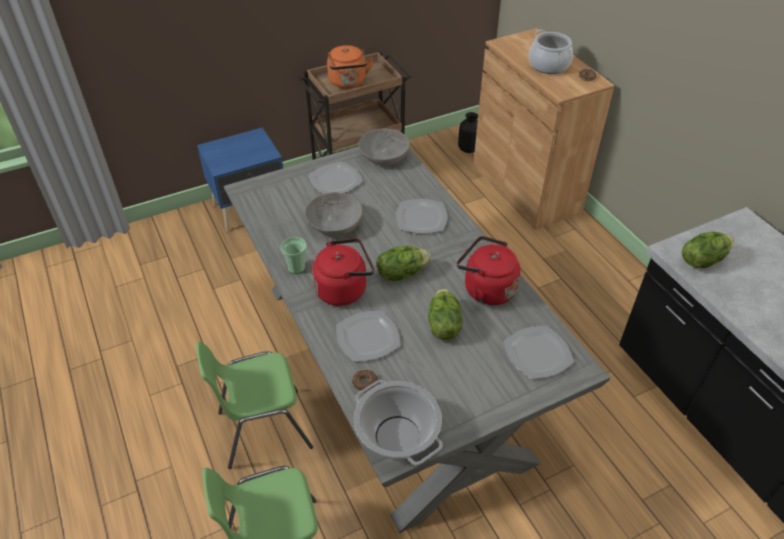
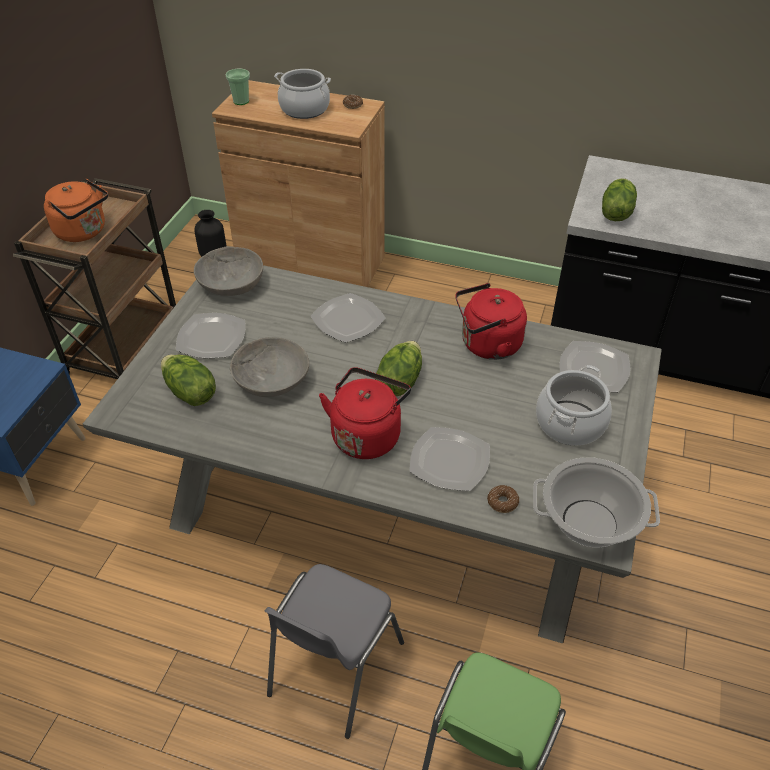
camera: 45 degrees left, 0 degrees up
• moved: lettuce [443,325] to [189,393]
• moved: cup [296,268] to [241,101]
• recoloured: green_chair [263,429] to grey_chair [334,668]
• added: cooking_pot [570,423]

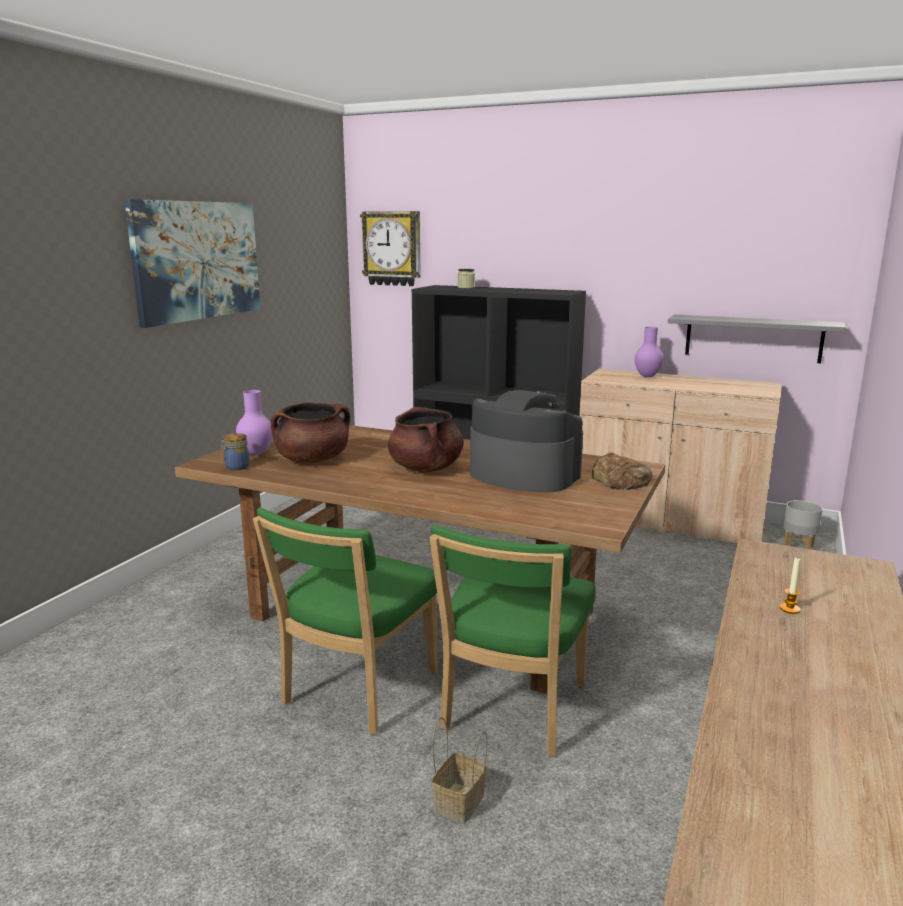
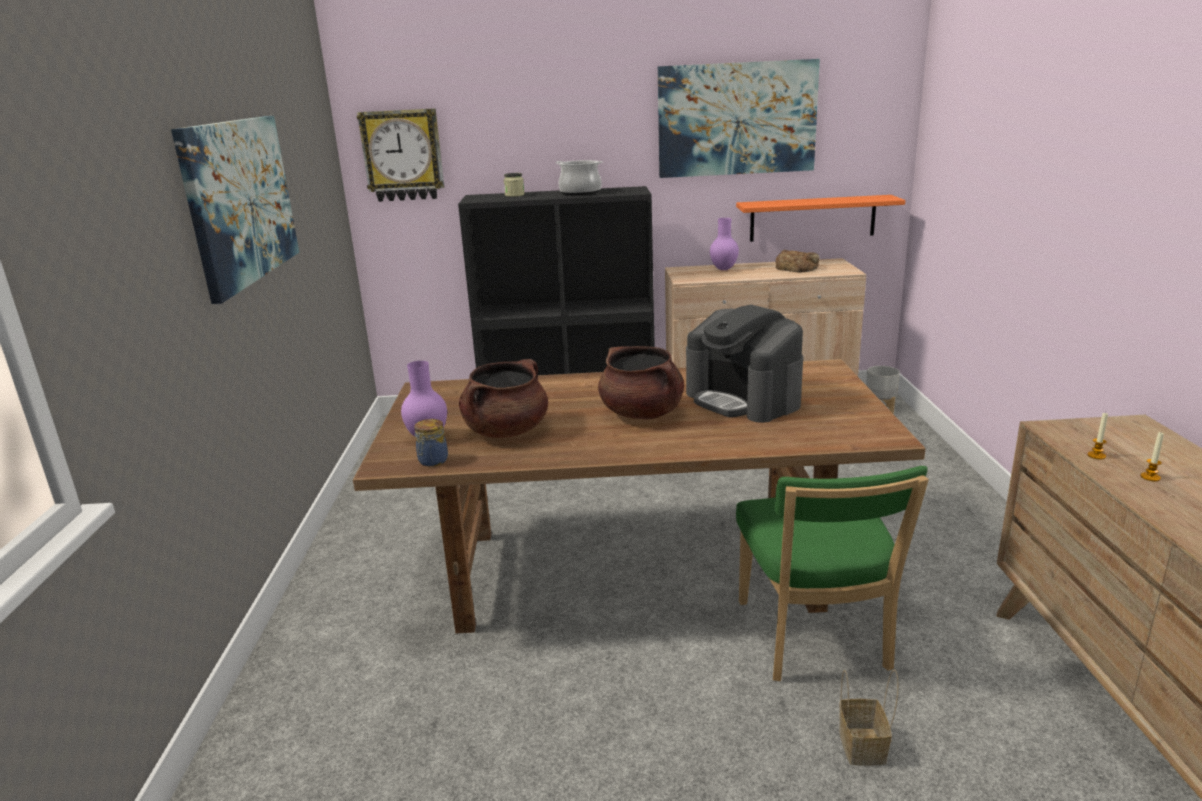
camera: 25 degrees left, 5 degrees up
• added: cooking_pot [580,193]
• added: picture [736,119]
• turned: coffee_machine [523,475] = [743,399] 135 degrees counterclockwise
• recoloured: grey_shelf [753,338] to orange_shelf [812,218]
• moved: bread [621,480] to [796,267]
• added: candle [1096,456]
• removed: green_chair [355,691]

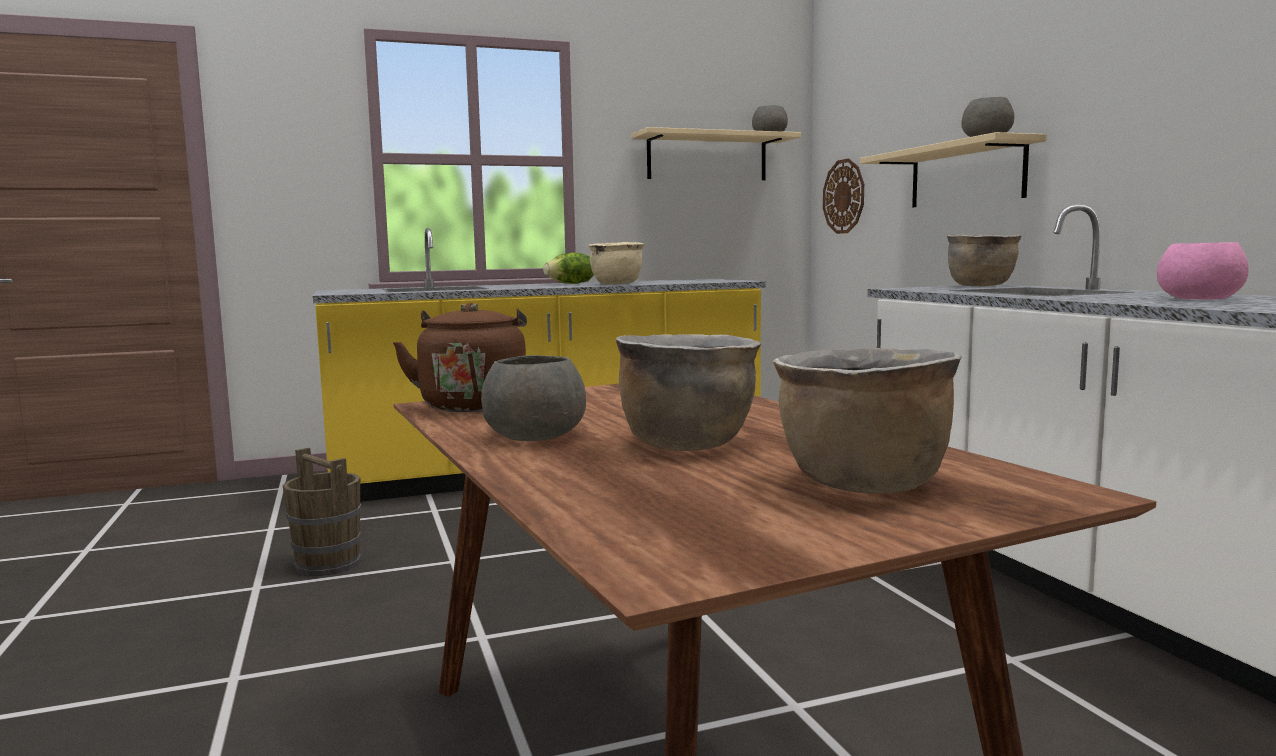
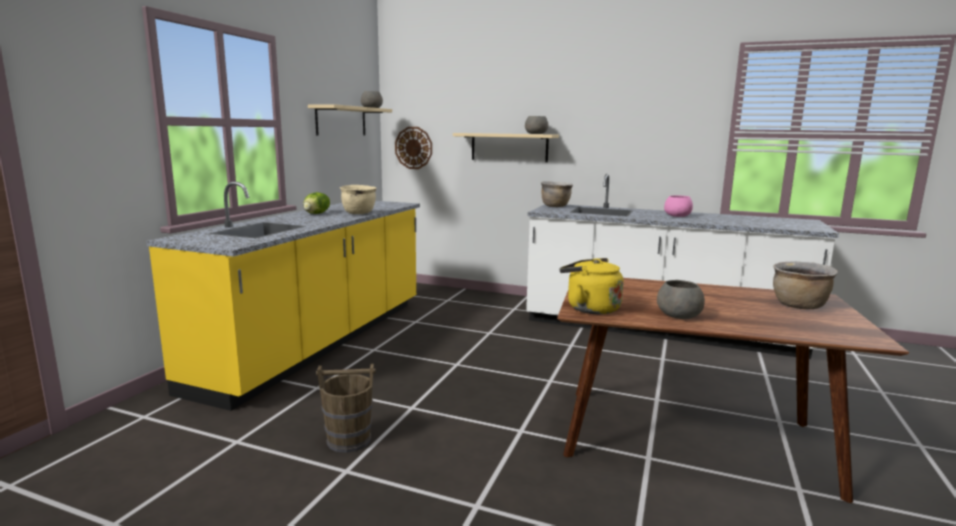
camera: 50 degrees left, 5 degrees up
• recoloured: brown_kettle [473,405] to yellow_kettle [589,308]
• removed: brown_cooking_pot [687,444]

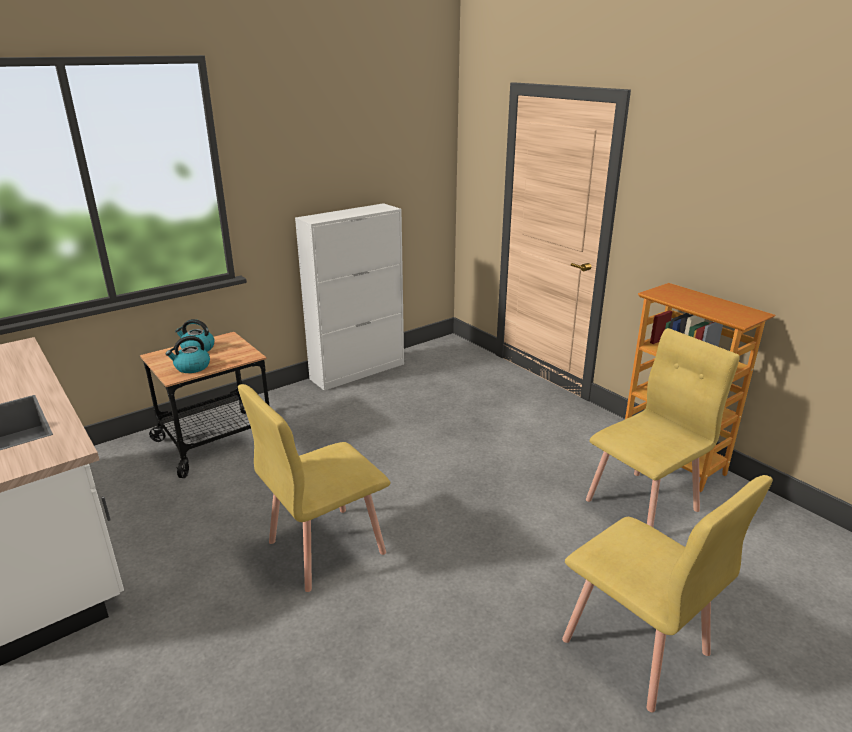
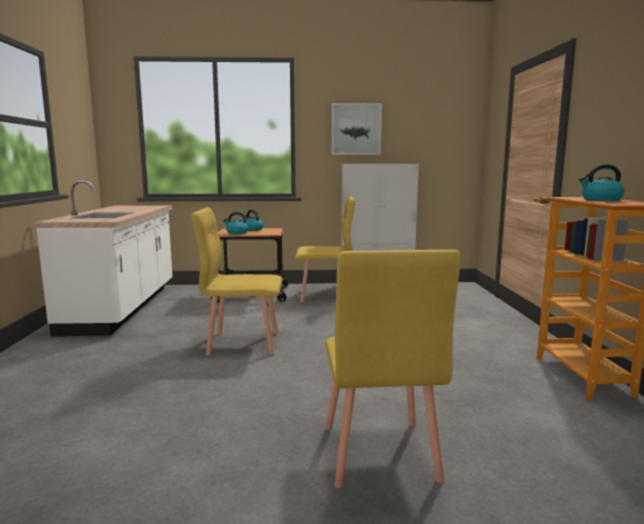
camera: 35 degrees right, 15 degrees down
• moved: yellow_chair [643,505] to [325,296]
• added: picture [356,129]
• added: kettle [600,200]

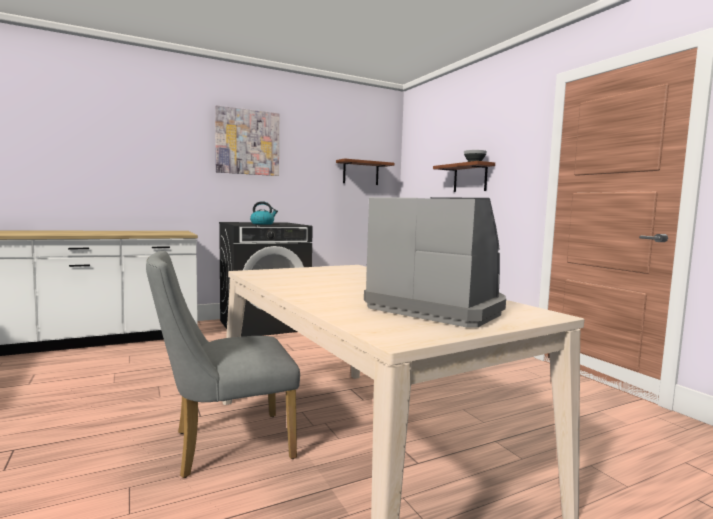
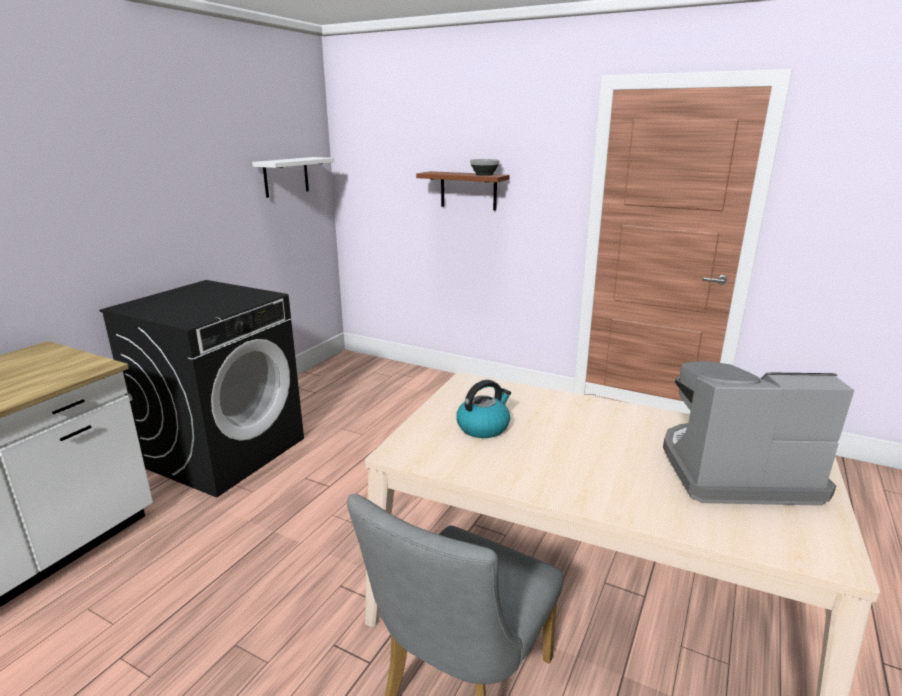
camera: 35 degrees left, 15 degrees up
• recoloured: brown_shelf [360,173] to white_shelf [286,177]
• moved: kettle [263,224] to [483,427]
• removed: picture [247,142]

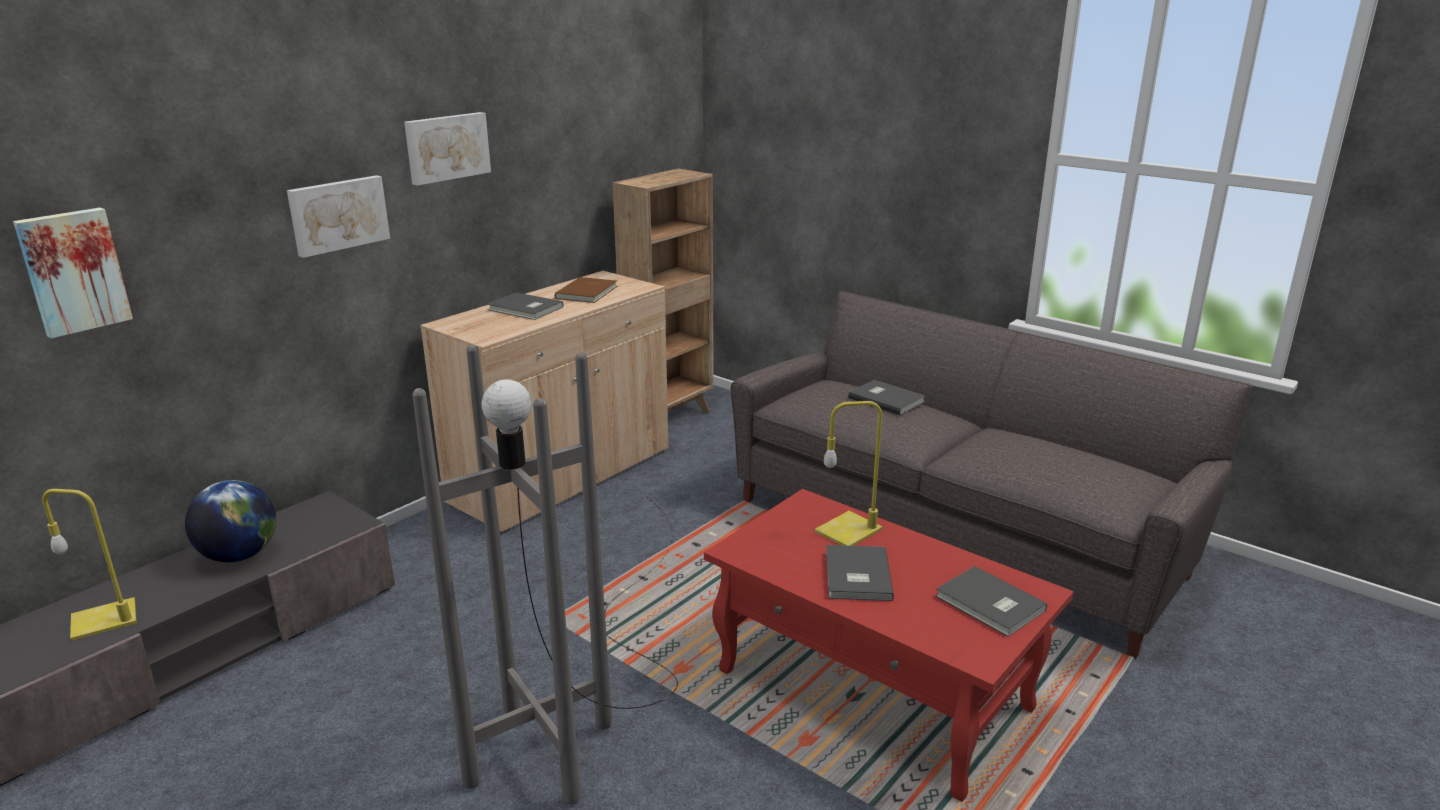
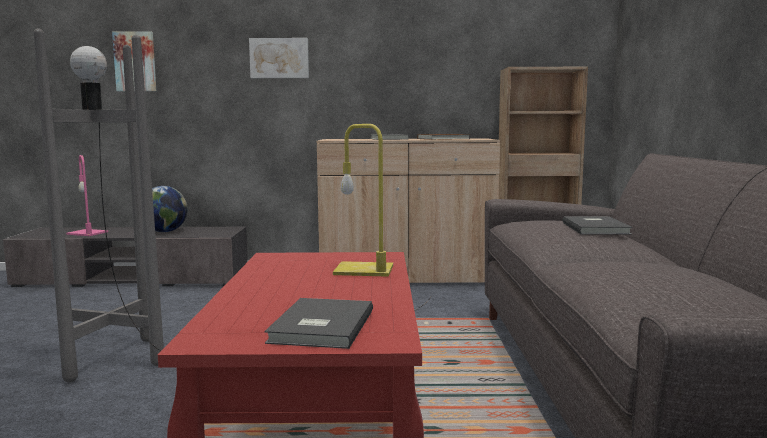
camera: 50 degrees right, 15 degrees down
• recoloured: yellow_table_lamp [106,618] to pink_table_lamp [88,233]
• removed: picture [446,147]
• removed: grey_book [855,576]

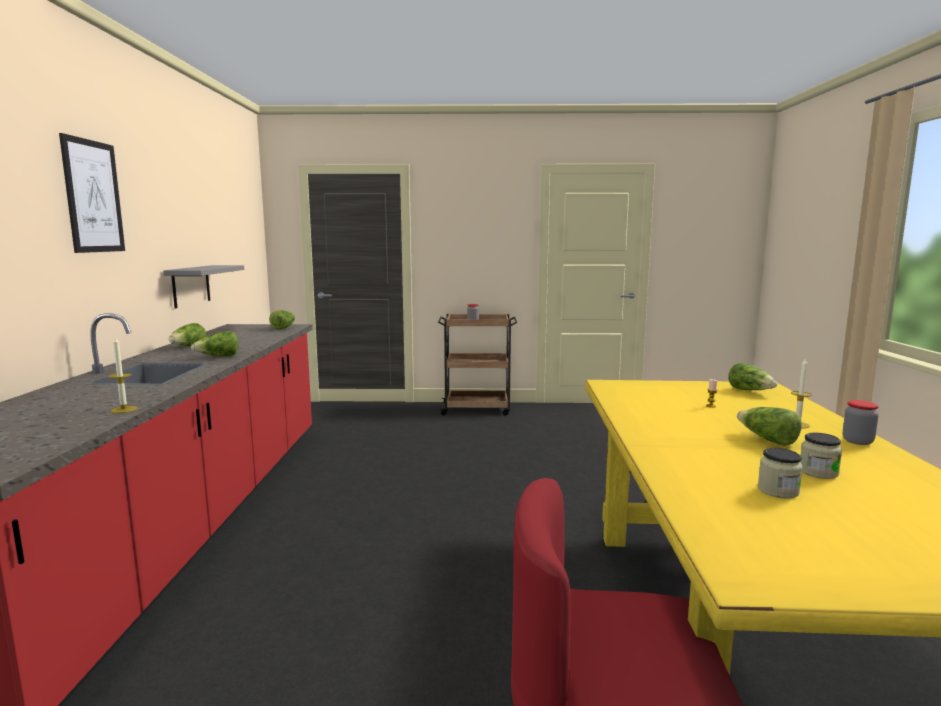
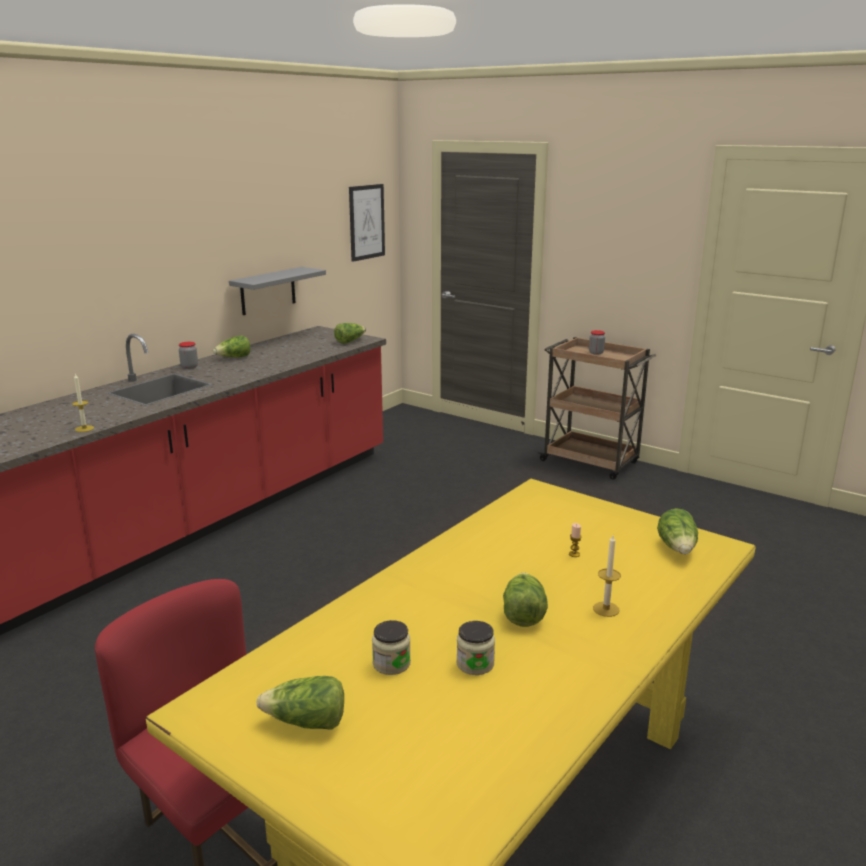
camera: 35 degrees right, 10 degrees up
• moved: jar [857,441] to [189,367]
• moved: lettuce [218,356] to [306,722]
• moved: picture [93,196] to [367,222]

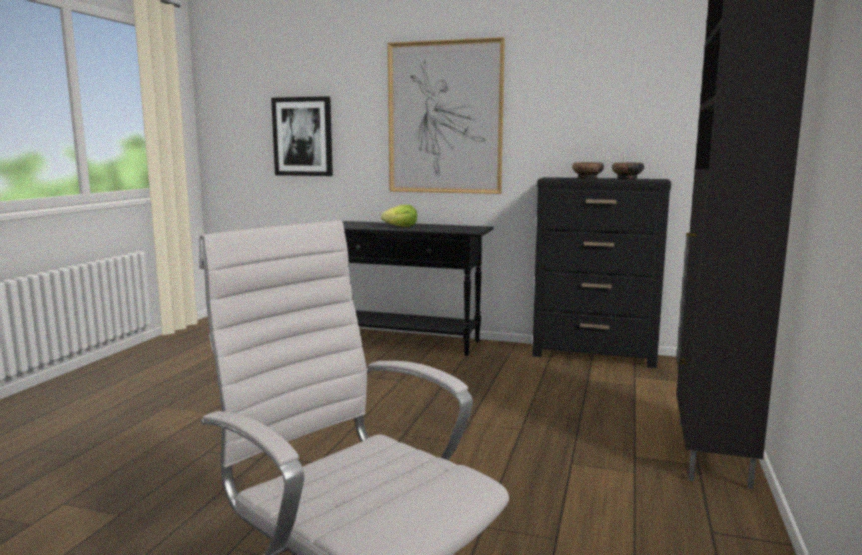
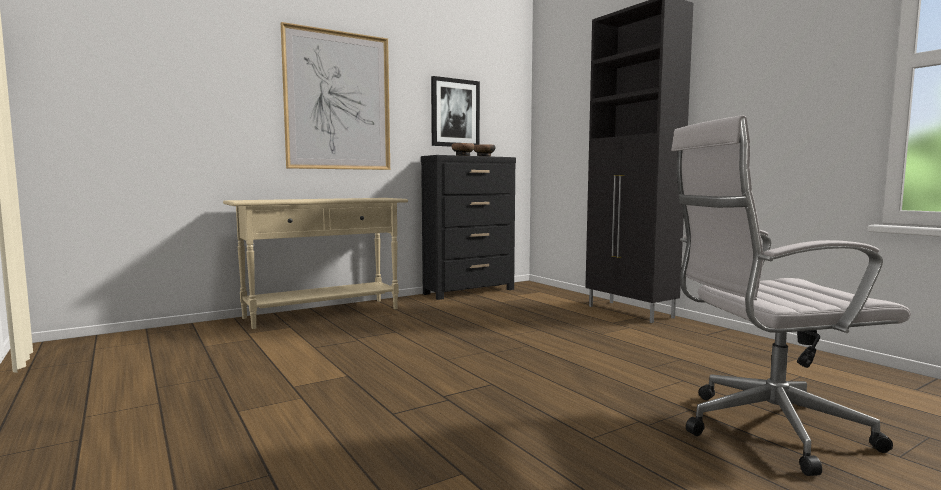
camera: 50 degrees left, 5 degrees down
• recoloured: black_console_table [403,342] to beige_console_table [323,313]
• moved: picture [303,136] to [455,113]
• removed: lettuce [401,227]

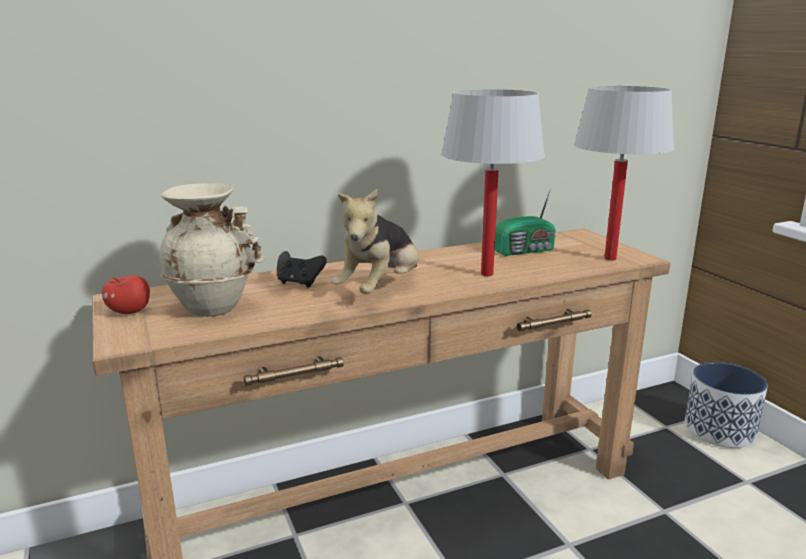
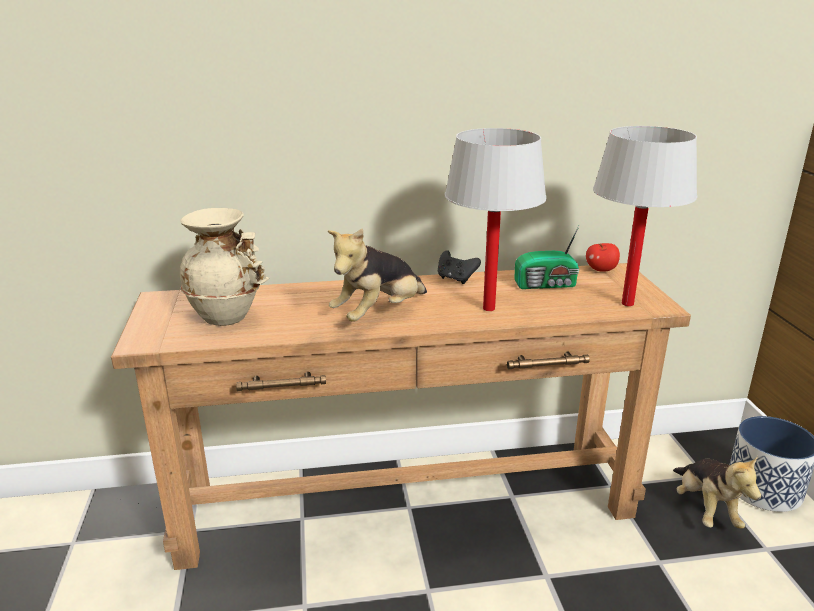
camera: 15 degrees right, 5 degrees up
• moved: black_game_controller [299,283] to [456,279]
• moved: apple [130,312] to [601,270]
• added: plush_toy [705,509]

